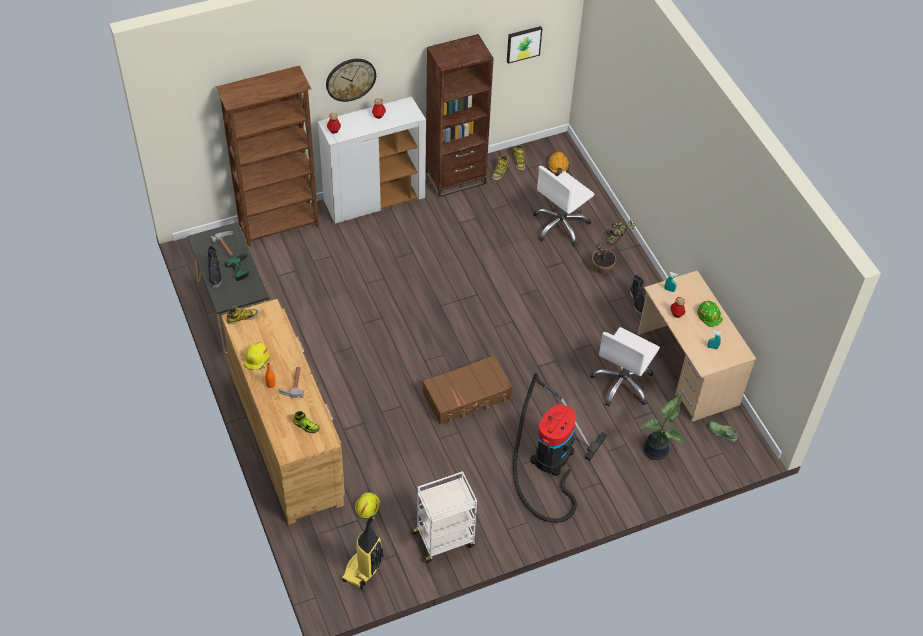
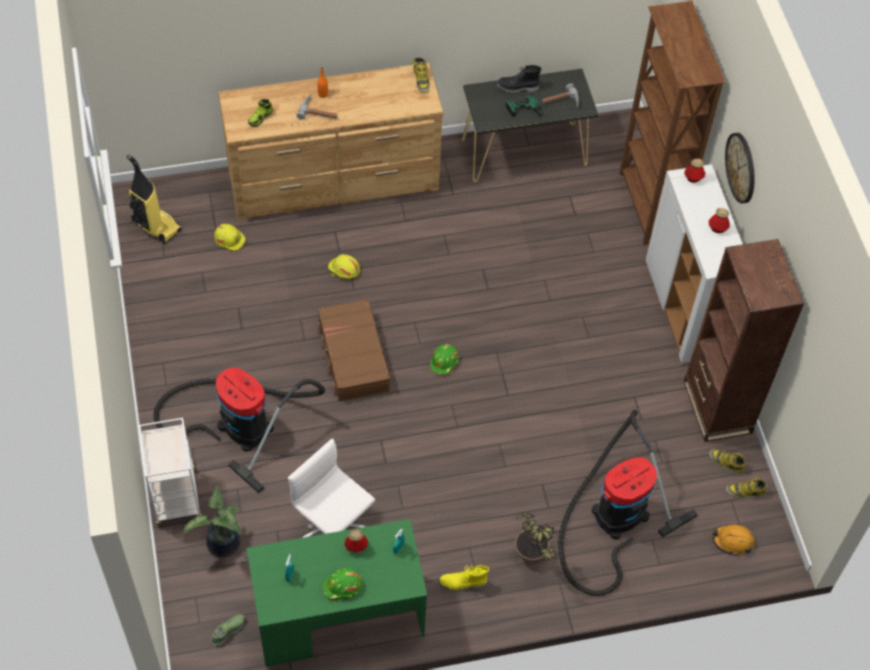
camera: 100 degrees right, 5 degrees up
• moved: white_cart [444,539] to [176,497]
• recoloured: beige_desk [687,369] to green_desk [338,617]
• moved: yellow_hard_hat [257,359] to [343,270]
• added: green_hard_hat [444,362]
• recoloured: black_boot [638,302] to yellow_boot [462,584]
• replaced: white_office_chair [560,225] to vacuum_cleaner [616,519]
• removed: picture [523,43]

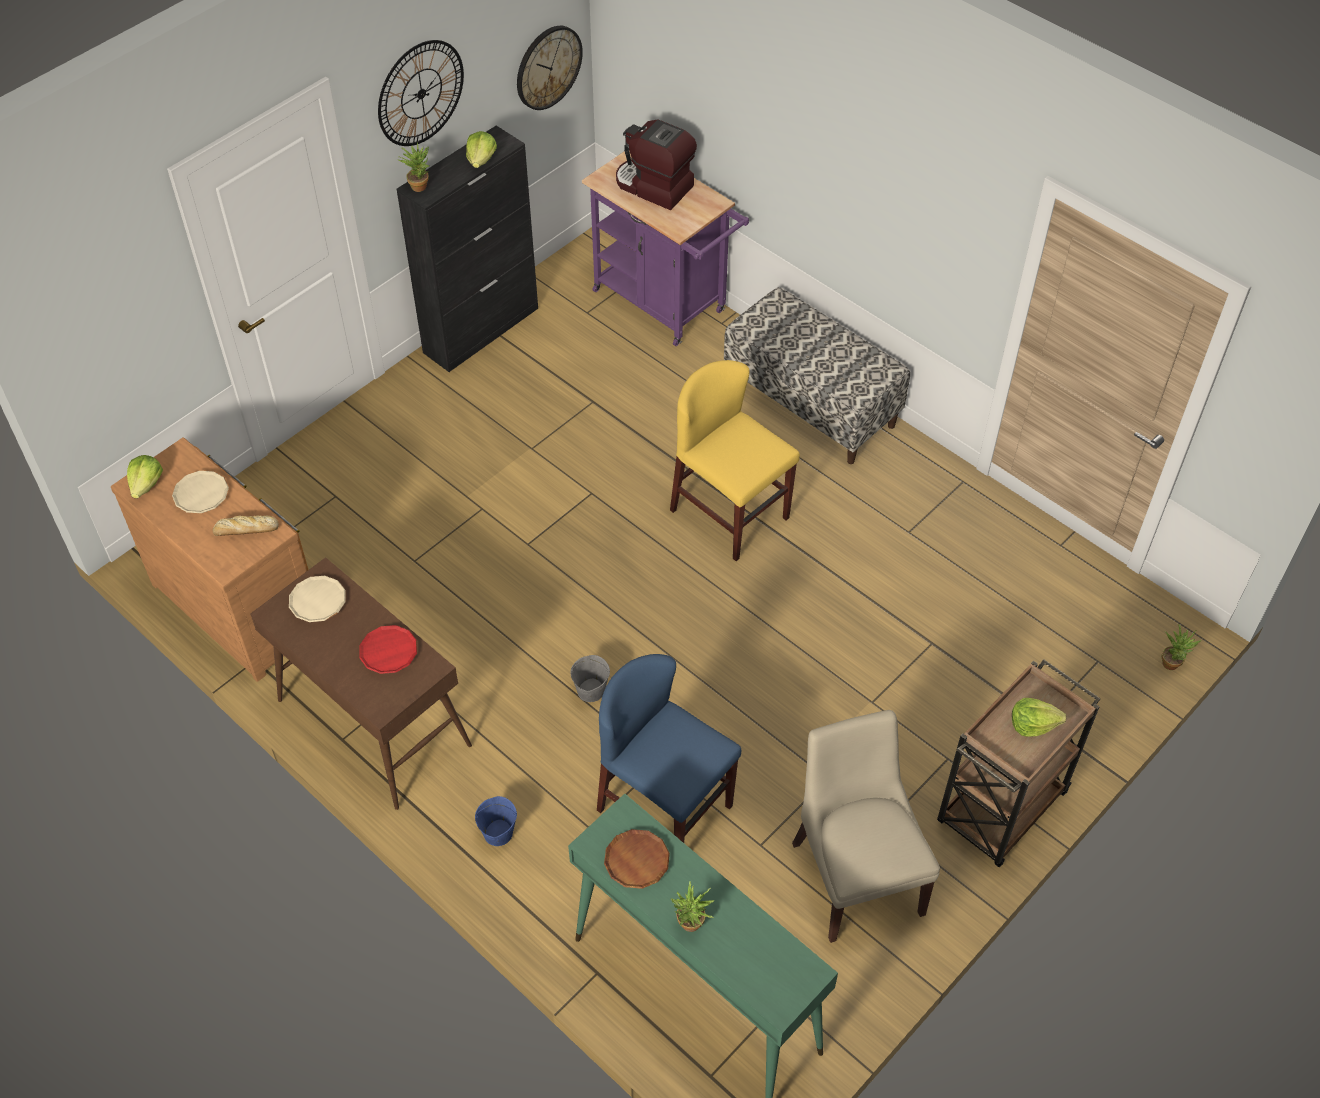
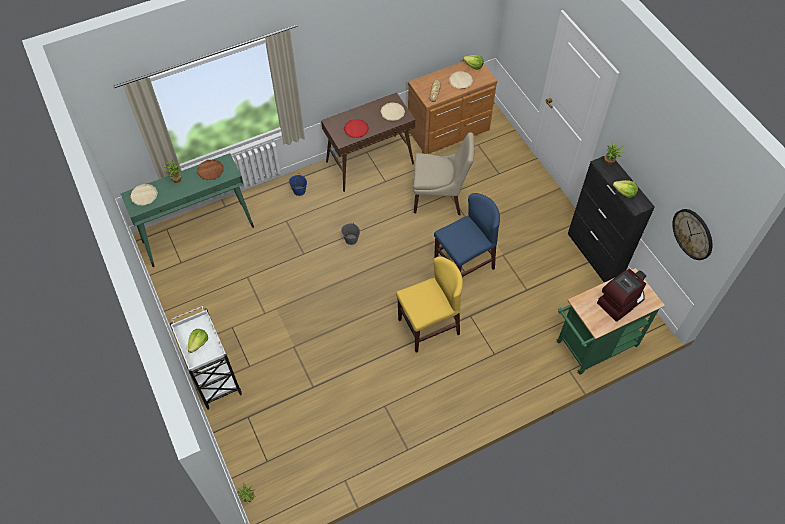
camera: 110 degrees right, 5 degrees up
• added: beige_plate [144,196]
• recoloured: brown_cart [1000,810] to white_cart [214,376]
• moved: beige_chair [855,873] to [440,197]
• moved: blue_chair [665,808] to [464,265]
• recoloured: purple_cart [665,305] to green_cart [592,347]
• removed: wall_clock [421,93]
• removed: bench [811,403]

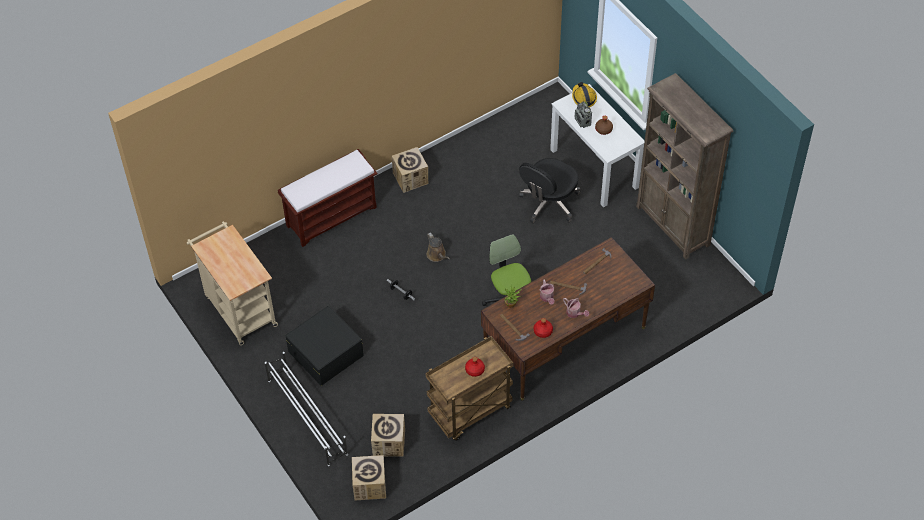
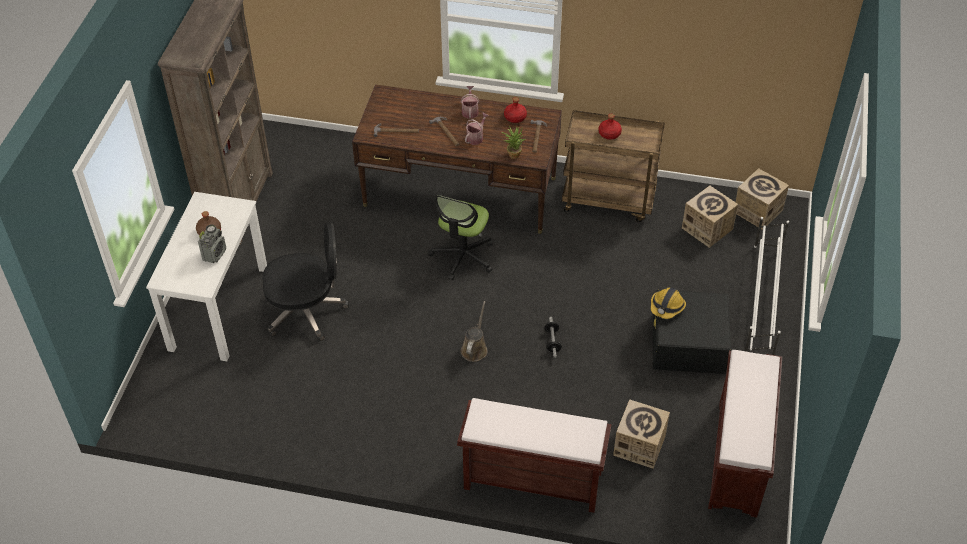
camera: 135 degrees left, 5 degrees down
• moved: cardboard_box [410,178] to [639,445]
• moved: hard_hat [583,97] to [667,307]
• replaced: beige_cart [238,308] to brown_bench [738,459]

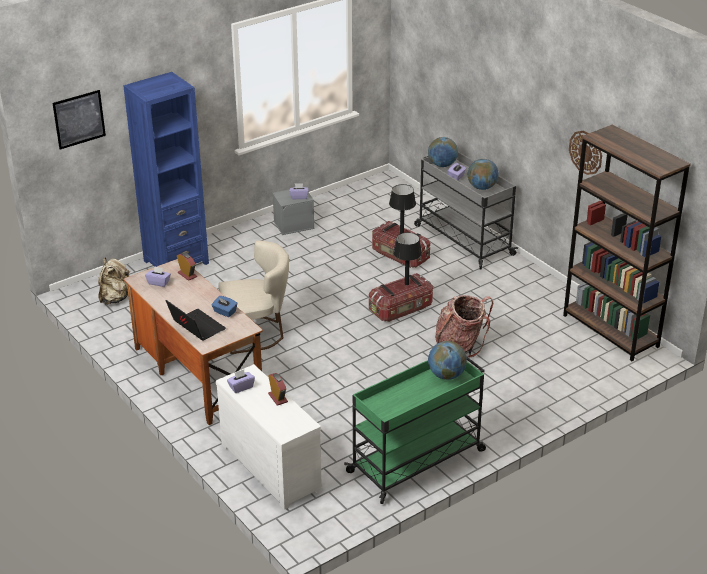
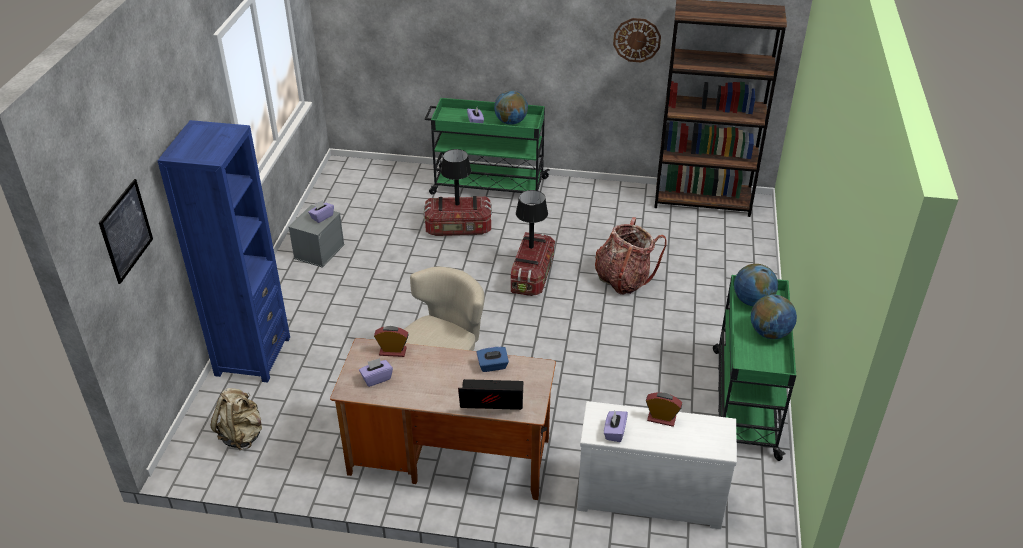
camera: 45 degrees left, 5 degrees up
• recoloured: grey_cart [463,239] to green_cart [487,186]
• moved: globe [442,165] to [769,333]

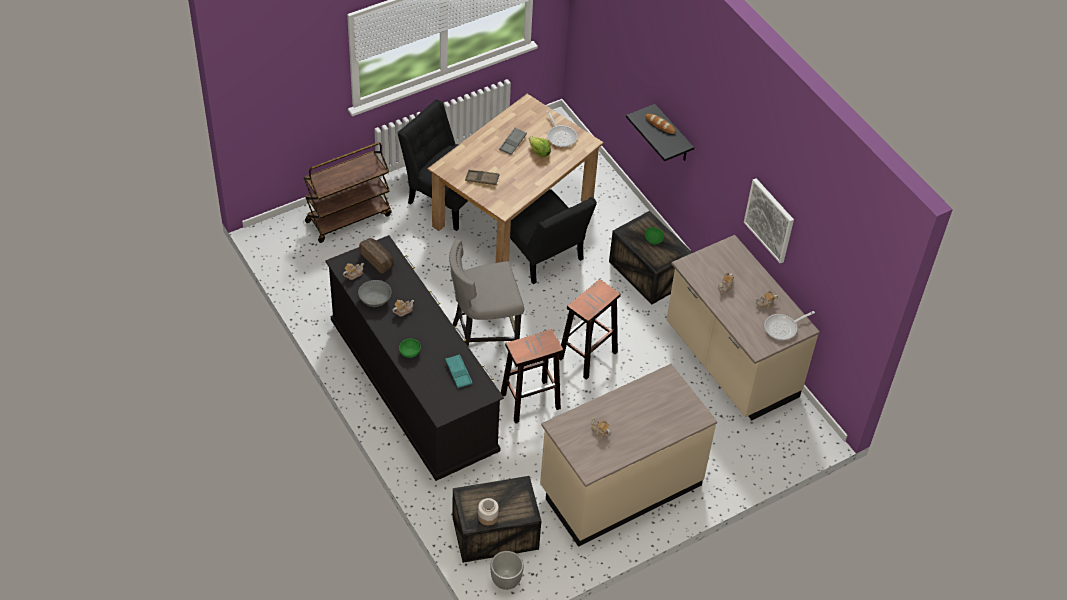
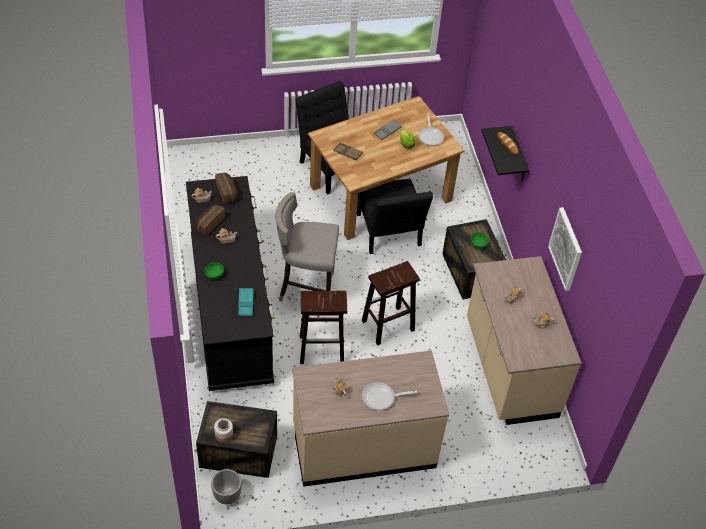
camera: 20 degrees right, 0 degrees up
• replaced: grey_bowl [375,299] to bread [209,223]
• moved: frying_pan [783,328] to [381,398]
• removed: brown_cart [349,217]

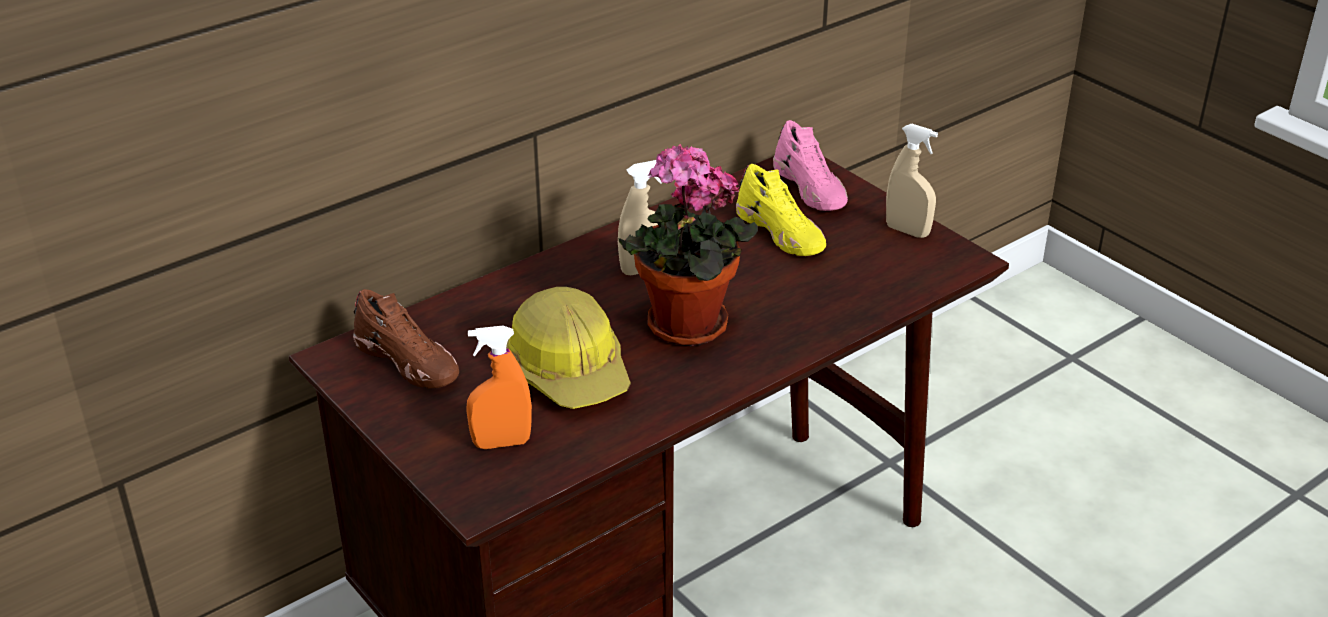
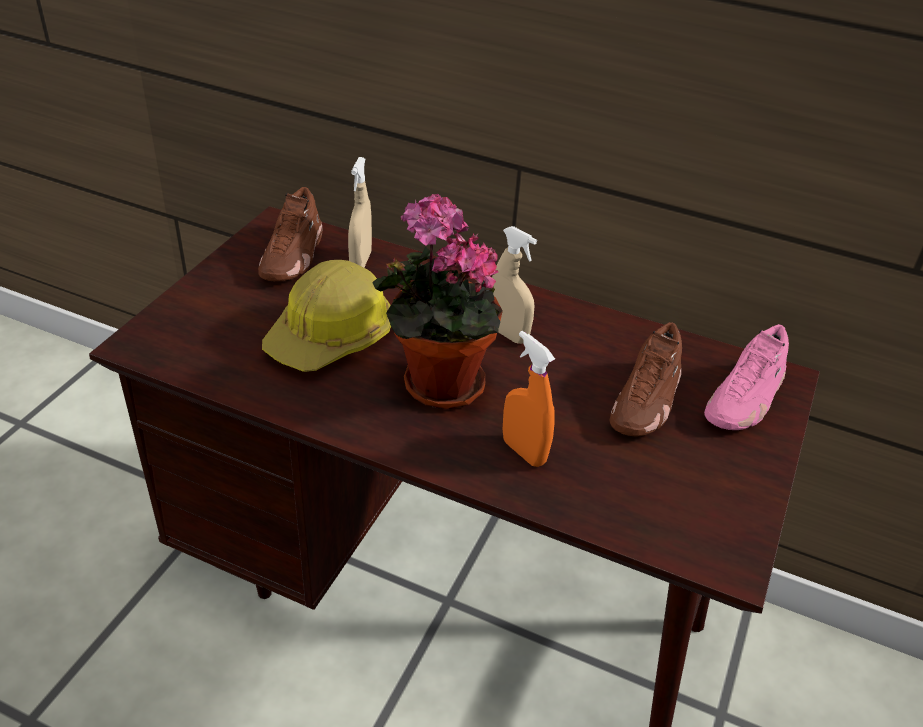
camera: 60 degrees right, 5 degrees up
• moved: beige_spray_bottle [907,231] to [360,261]
• moved: orange_spray_bottle [501,443] to [523,451]
• recoloured: yellow_shoe [781,232] to brown_shoe [646,401]

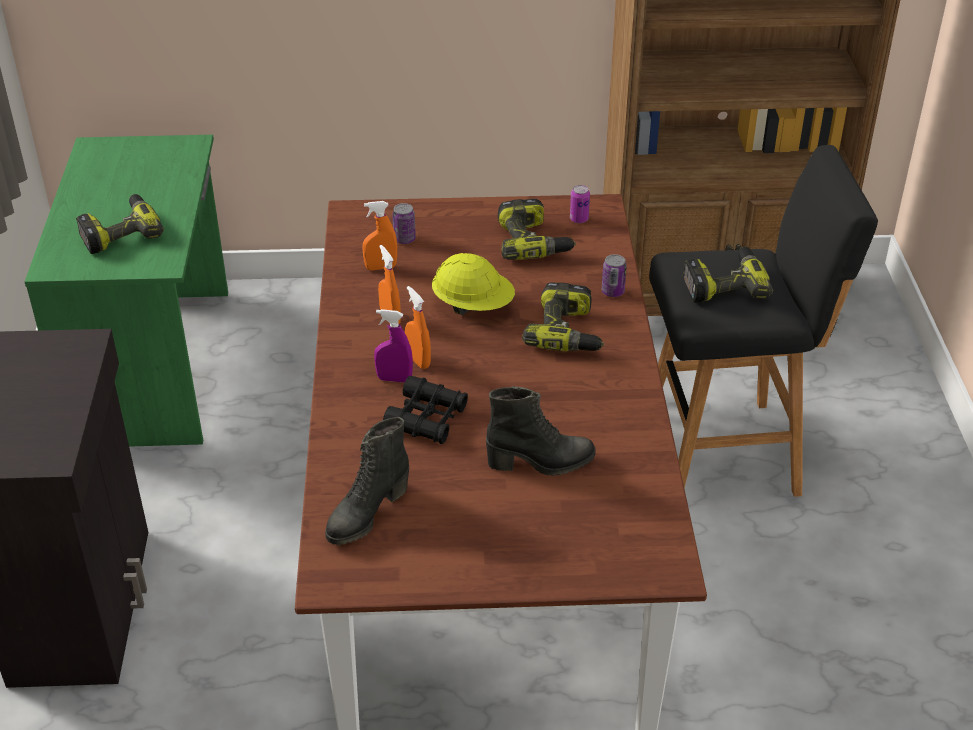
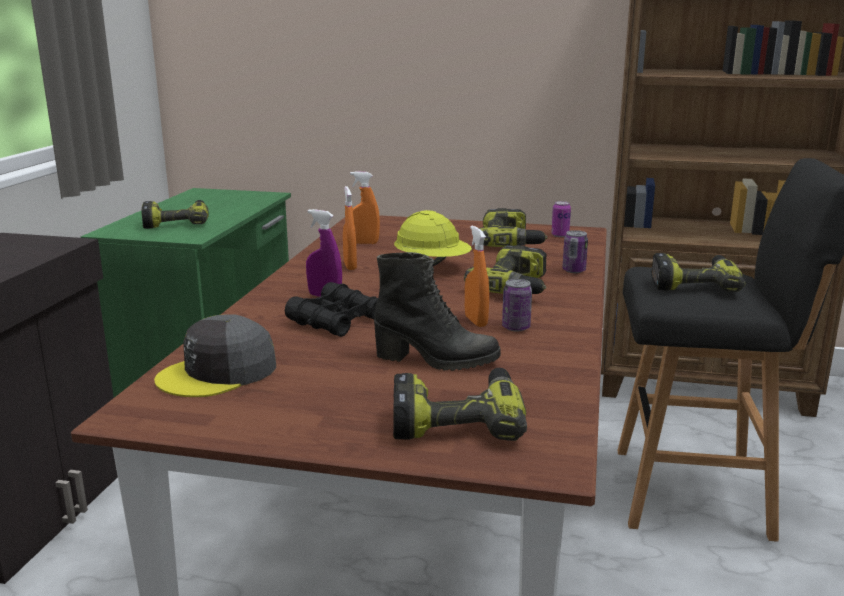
camera: 15 degrees right, 20 degrees down
• replaced: black_boot [367,514] to grey_cap [218,373]
• added: power_drill [457,420]
• moved: orange_spray_bottle [418,361] to [476,321]
• moved: can [404,239] to [516,327]

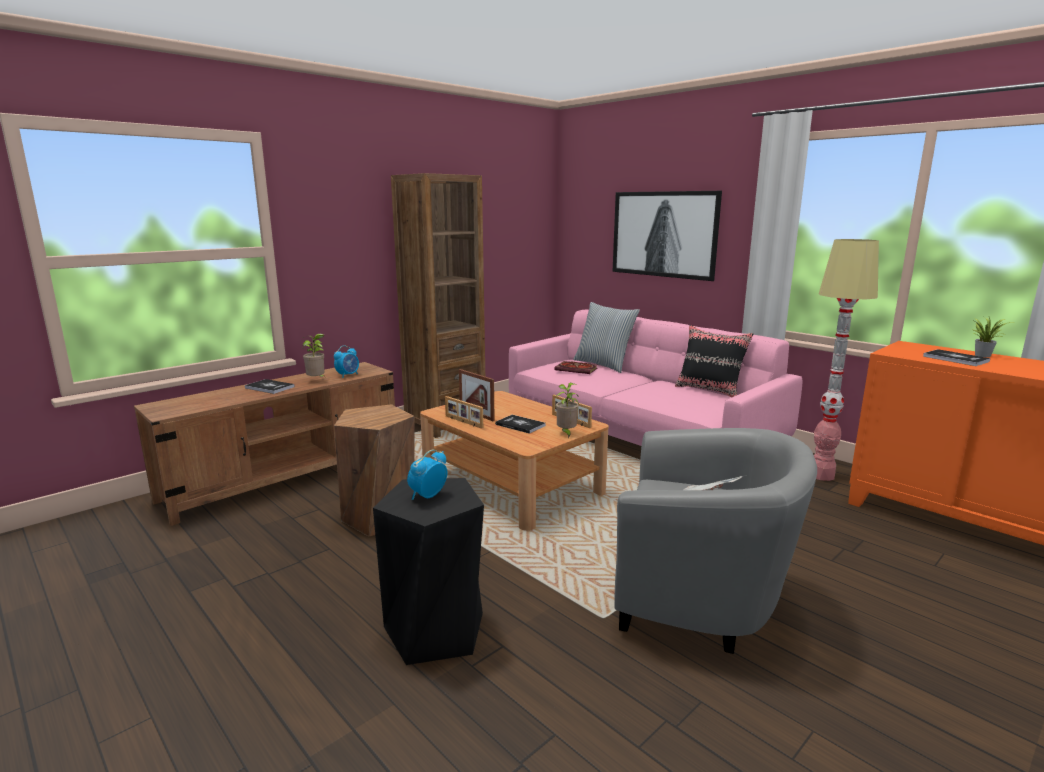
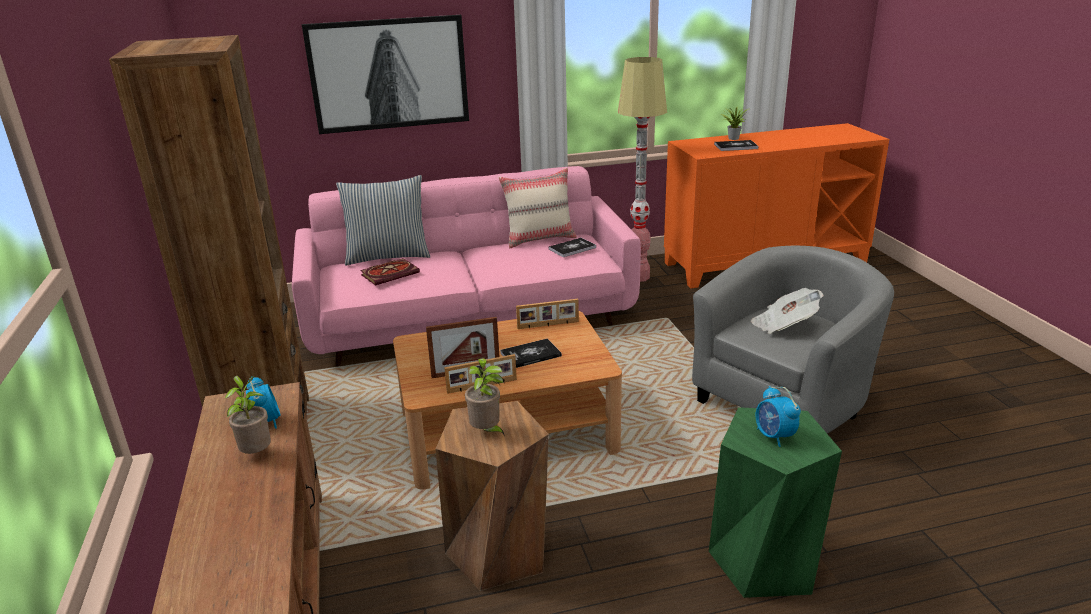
camera: 60 degrees left, 10 degrees up
• moved: potted_plant [566,433] to [487,432]
• recoloured: black_pillow [709,390] to beige_pillow [539,239]
• moved: book [269,387] to [572,248]
• recoloured: black_stool [435,630] to green_stool [764,561]

